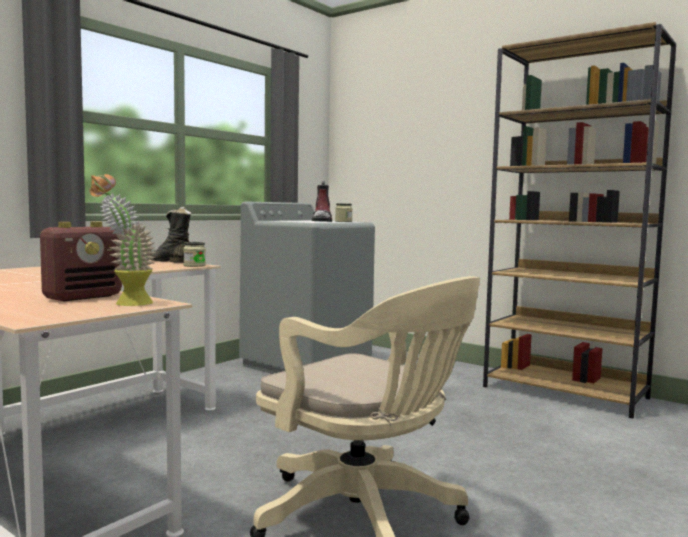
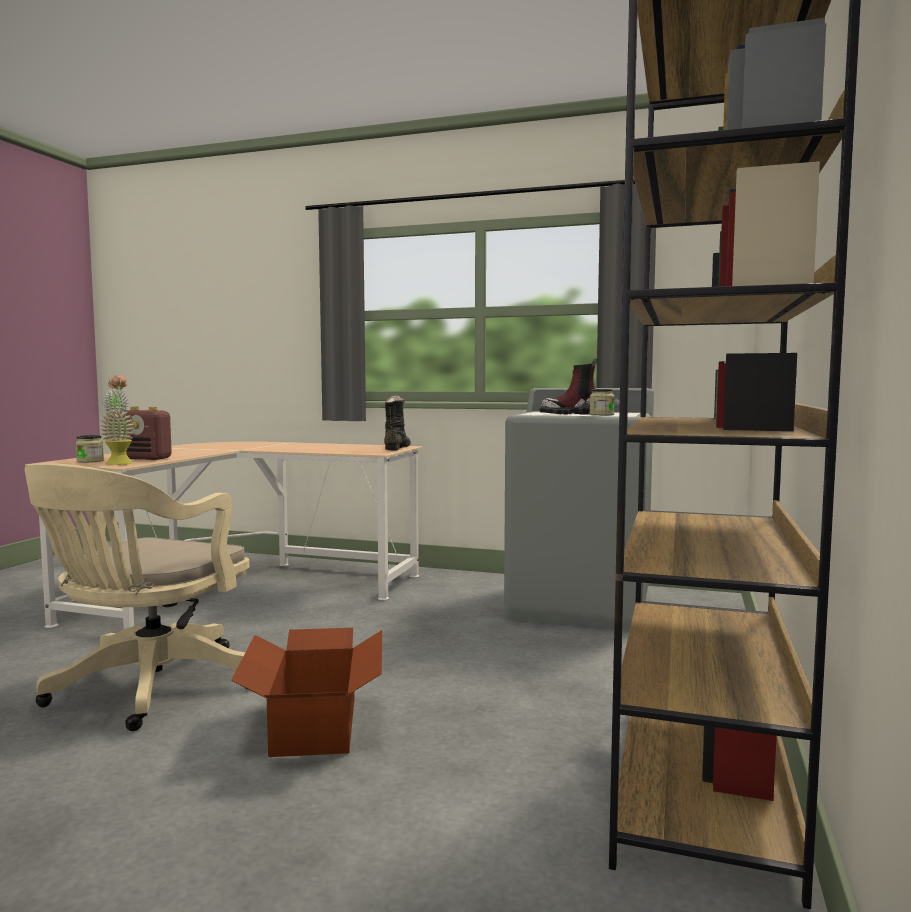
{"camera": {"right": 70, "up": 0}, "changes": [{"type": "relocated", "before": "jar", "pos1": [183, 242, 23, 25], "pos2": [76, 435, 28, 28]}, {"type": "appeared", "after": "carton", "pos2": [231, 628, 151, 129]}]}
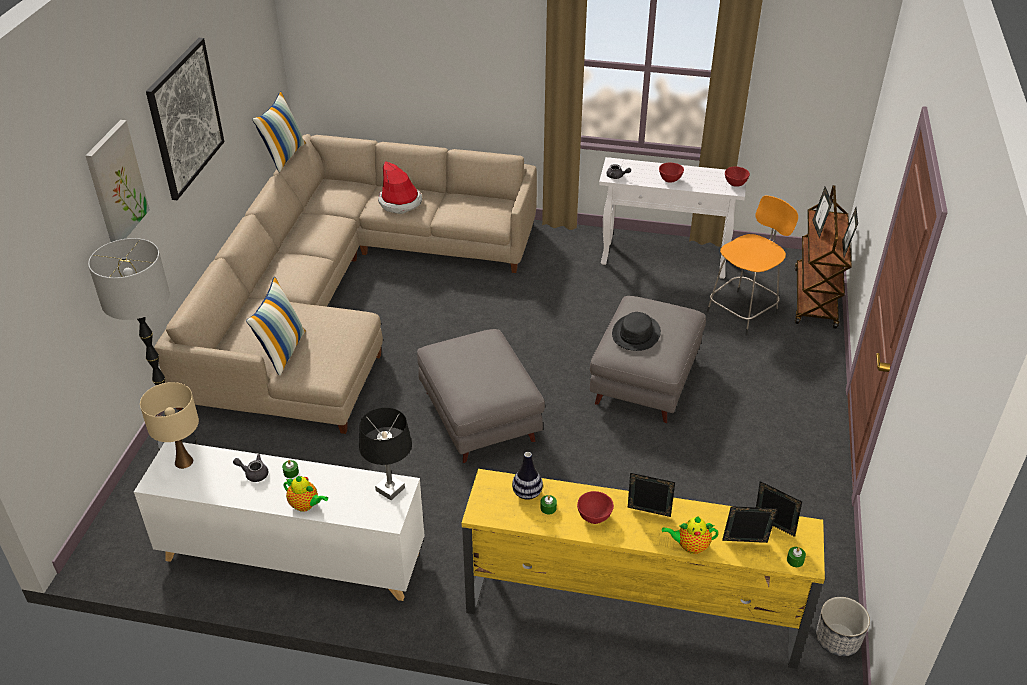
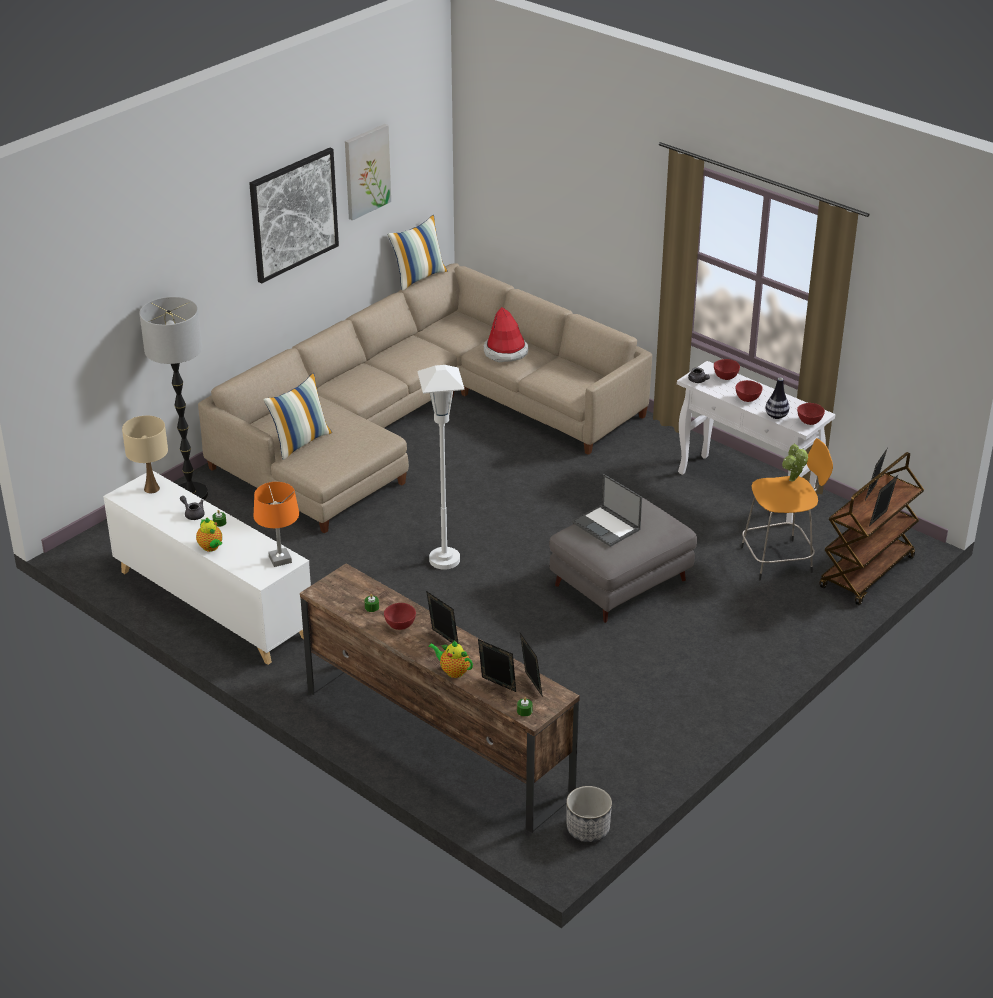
{"camera": {"right": 30, "up": -5}, "changes": [{"type": "colour", "before": "black table lamp", "after": "orange table lamp", "pos1": [359, 407, 53, 93], "pos2": [254, 482, 45, 85]}, {"type": "colour", "before": "yellowish tv stand", "after": "brownish tv stand", "pos1": [462, 469, 363, 200], "pos2": [300, 563, 280, 270]}, {"type": "relocated", "before": "picture", "pos1": [85, 120, 65, 122], "pos2": [345, 124, 46, 97]}, {"type": "exchanged", "before": "grey ottoman", "after": "white-coloured standard lamp", "pos1": [417, 329, 128, 134], "pos2": [417, 365, 48, 205]}, {"type": "exchanged", "before": "black hat", "after": "notebook computer", "pos1": [612, 312, 49, 39], "pos2": [572, 474, 70, 73]}, {"type": "appeared", "after": "reddish bowl", "pos2": [714, 359, 26, 21]}, {"type": "relocated", "before": "flower vase", "pos1": [512, 452, 31, 48], "pos2": [765, 378, 24, 41]}, {"type": "appeared", "after": "potted plant", "pos2": [782, 443, 26, 39]}]}
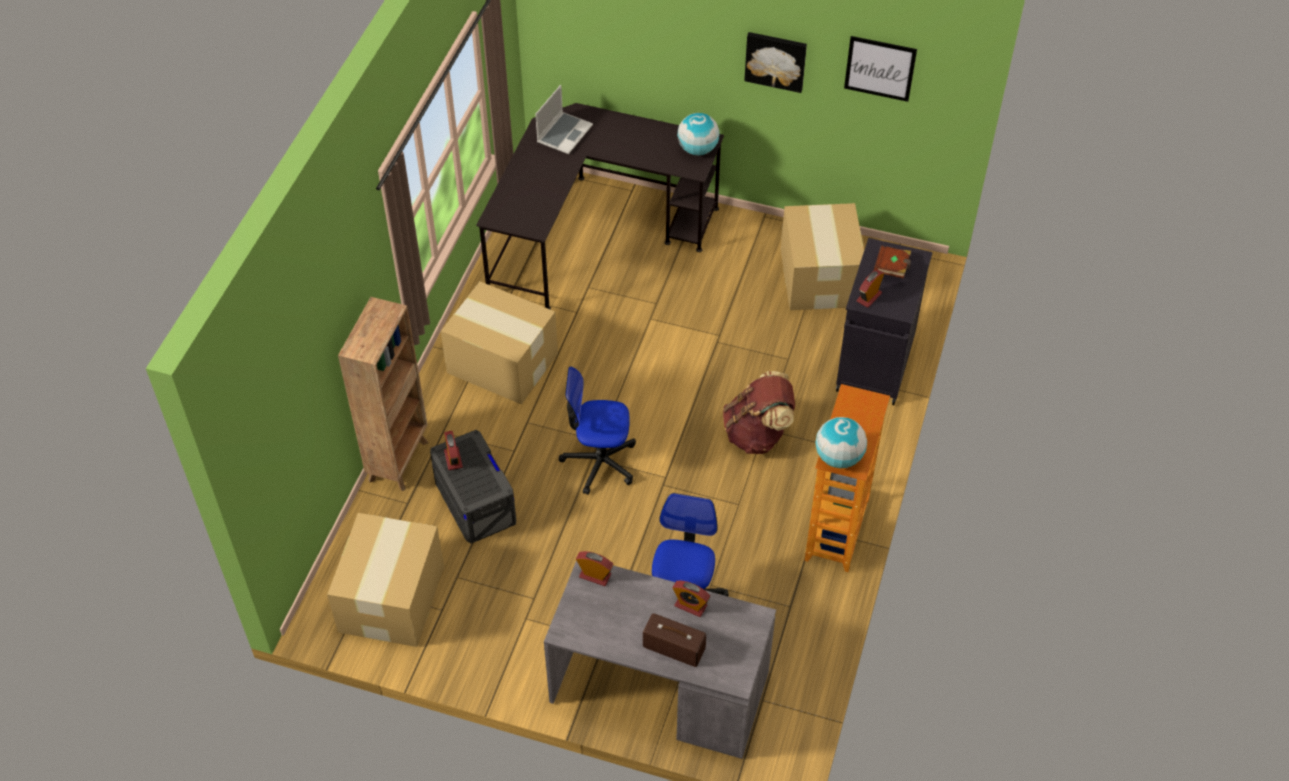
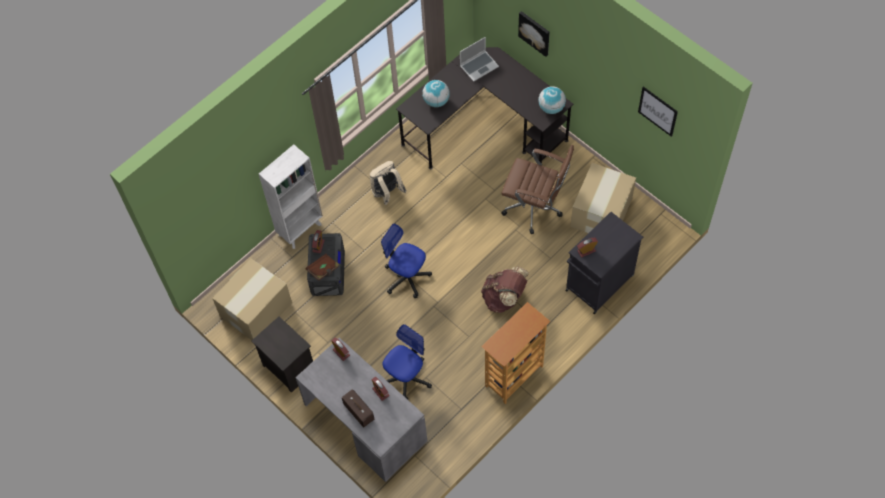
{"camera": {"right": 30, "up": 10}, "changes": [{"type": "appeared", "after": "black night table", "pos2": [251, 317, 62, 76]}, {"type": "colour", "before": "brownish shelving unit", "after": "white-coloured shelving unit", "pos1": [338, 297, 90, 194], "pos2": [259, 144, 64, 105]}, {"type": "relocated", "before": "brownish volume", "pos1": [874, 246, 37, 33], "pos2": [306, 254, 33, 27]}, {"type": "exchanged", "before": "carton", "after": "beige backpack", "pos1": [441, 282, 117, 123], "pos2": [370, 161, 37, 44]}, {"type": "relocated", "before": "globe", "pos1": [815, 417, 52, 51], "pos2": [422, 80, 28, 27]}, {"type": "appeared", "after": "brownish computer chair", "pos2": [501, 145, 73, 89]}, {"type": "relocated", "before": "picture", "pos1": [744, 32, 63, 61], "pos2": [518, 11, 32, 46]}]}
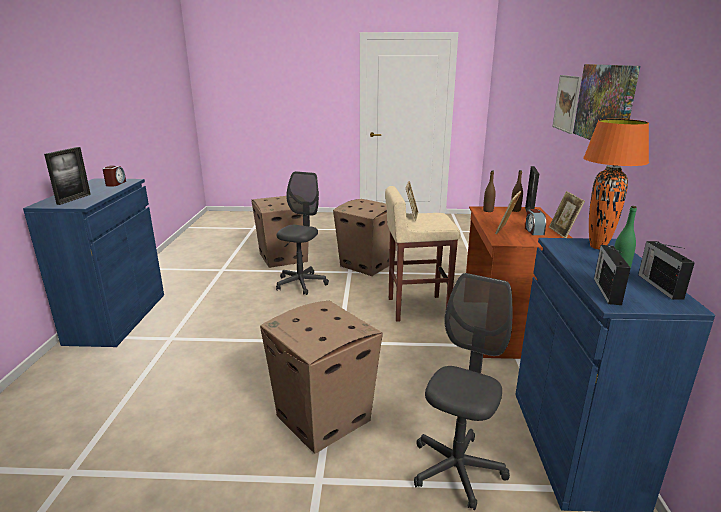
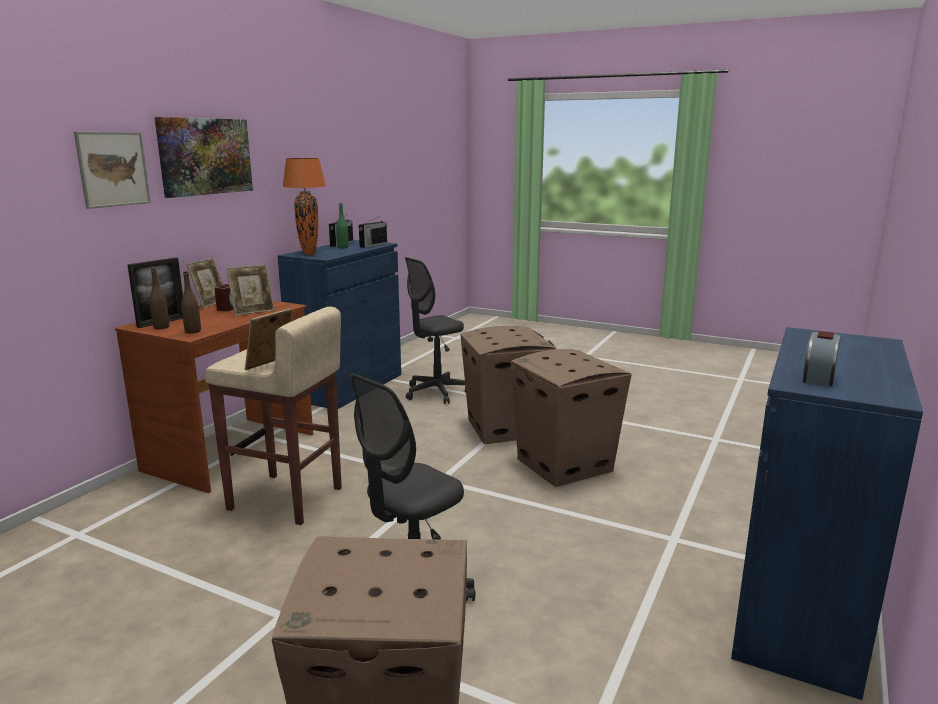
{"camera": {"right": -155, "up": -5}, "changes": [{"type": "relocated", "before": "carton", "pos1": [333, 199, 63, 77], "pos2": [511, 349, 121, 138]}, {"type": "missing", "before": "standing frame", "pos1": [44, 147, 47, 58]}]}
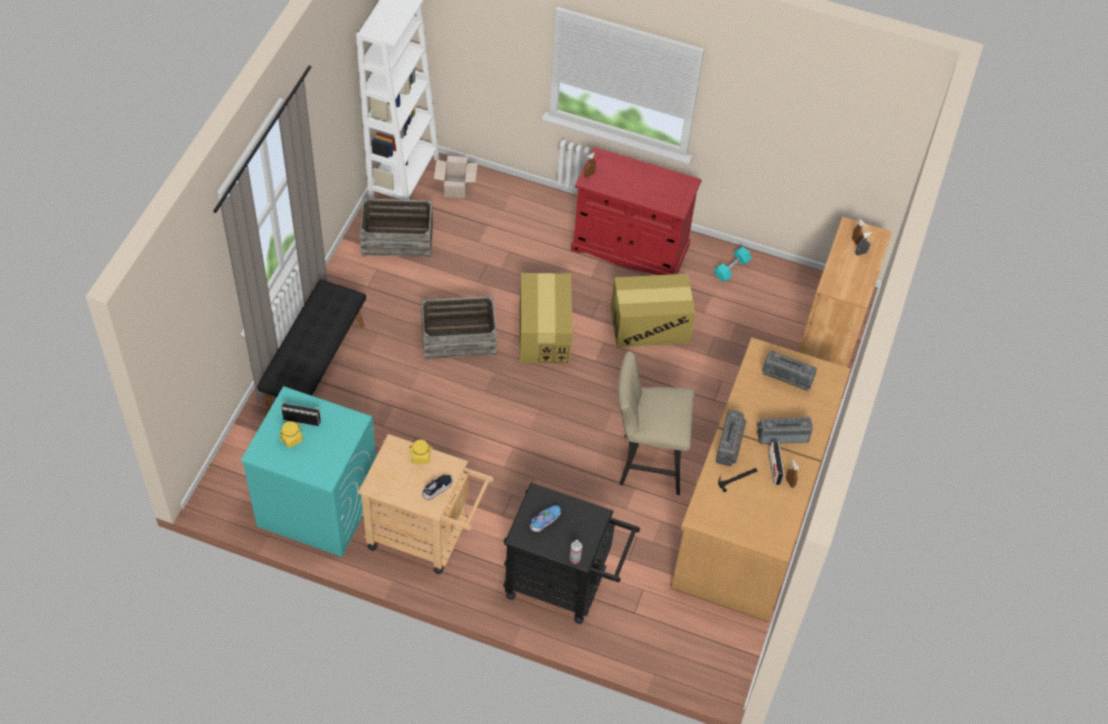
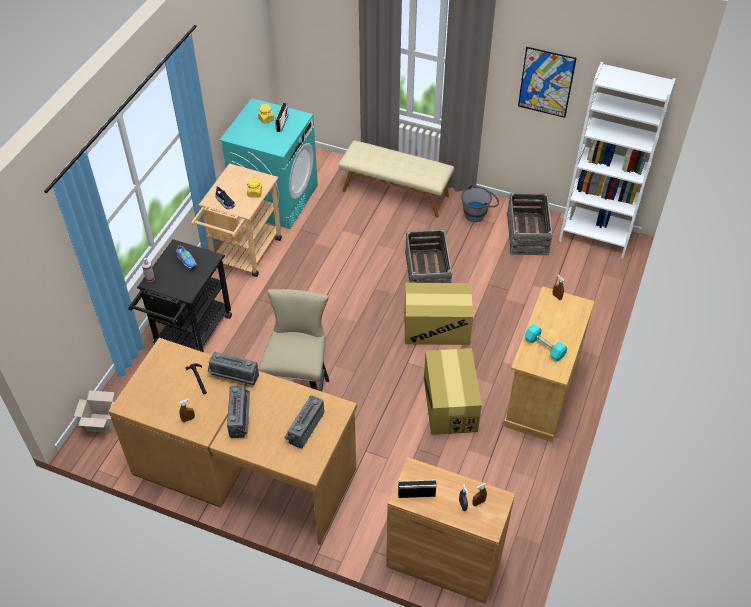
{"camera": {"right": 95, "up": -5}, "changes": [{"type": "relocated", "before": "carton", "pos1": [434, 156, 44, 42], "pos2": [74, 390, 41, 43]}, {"type": "colour", "before": "black indoor bench", "after": "beige indoor bench", "pos1": [257, 280, 109, 134], "pos2": [338, 140, 116, 78]}, {"type": "relocated", "before": "radio set", "pos1": [769, 442, 15, 43], "pos2": [398, 479, 39, 19]}, {"type": "appeared", "after": "grey pail", "pos2": [461, 185, 38, 37]}, {"type": "colour", "before": "reddish cupboard", "after": "beige cupboard", "pos1": [571, 147, 131, 128], "pos2": [503, 286, 92, 156]}, {"type": "appeared", "after": "picture", "pos2": [518, 47, 59, 71]}, {"type": "relocated", "before": "blue-green hand weight", "pos1": [714, 246, 38, 36], "pos2": [525, 324, 42, 37]}]}
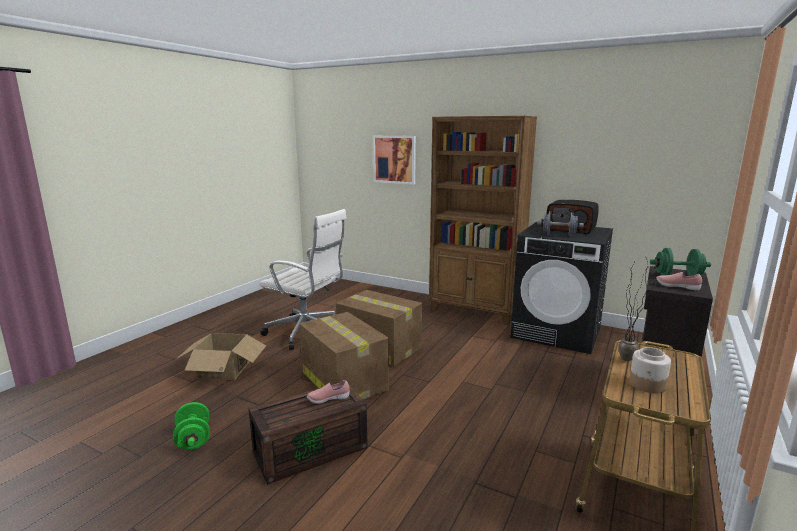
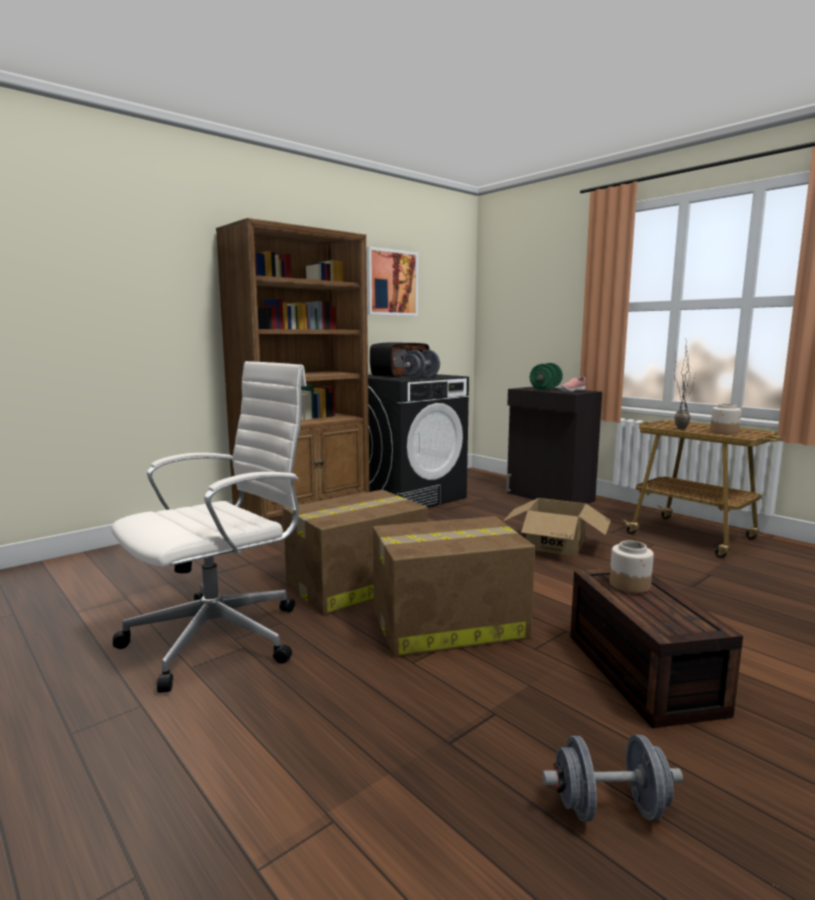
{"camera": {"right": -70, "up": -5}, "changes": [{"type": "relocated", "before": "picture", "pos1": [373, 136, 43, 49], "pos2": [366, 246, 52, 70]}, {"type": "relocated", "before": "carton", "pos1": [175, 333, 91, 47], "pos2": [503, 498, 108, 58]}, {"type": "colour", "before": "greenish hand weight", "after": "grey hand weight", "pos1": [173, 402, 37, 48], "pos2": [542, 735, 141, 86]}, {"type": "exchanged", "before": "pinkish item of footwear", "after": "jar", "pos1": [307, 380, 43, 24], "pos2": [610, 541, 44, 52]}]}
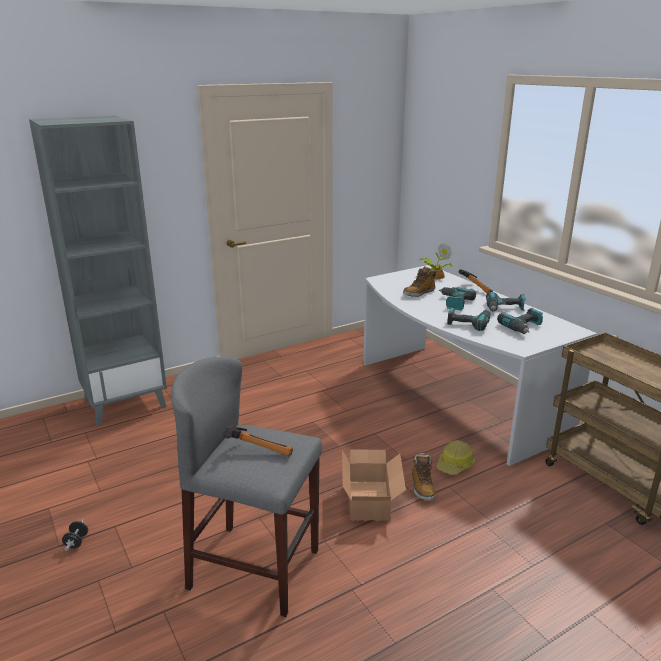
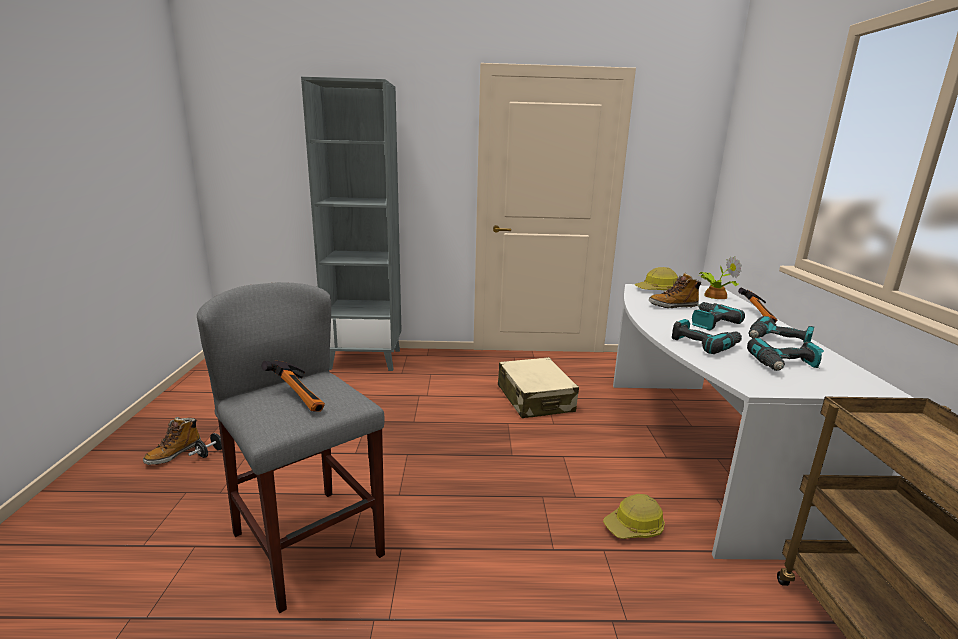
{"camera": {"right": 30, "up": -5}, "changes": [{"type": "relocated", "before": "high-top boot", "pos1": [412, 453, 24, 47], "pos2": [143, 417, 58, 48]}, {"type": "appeared", "after": "beige piece of luggage", "pos2": [498, 357, 81, 61]}, {"type": "appeared", "after": "safety helmet", "pos2": [635, 267, 43, 23]}, {"type": "missing", "before": "carton", "pos1": [342, 450, 64, 70]}]}
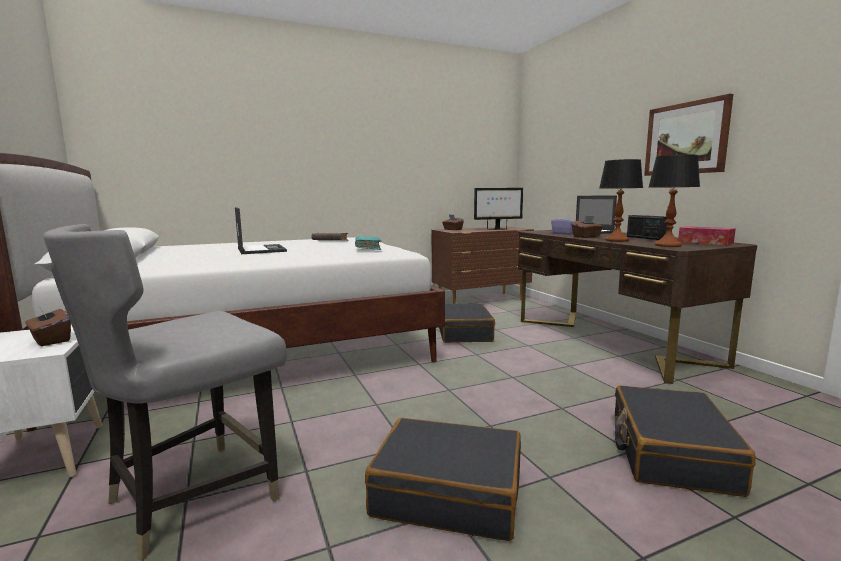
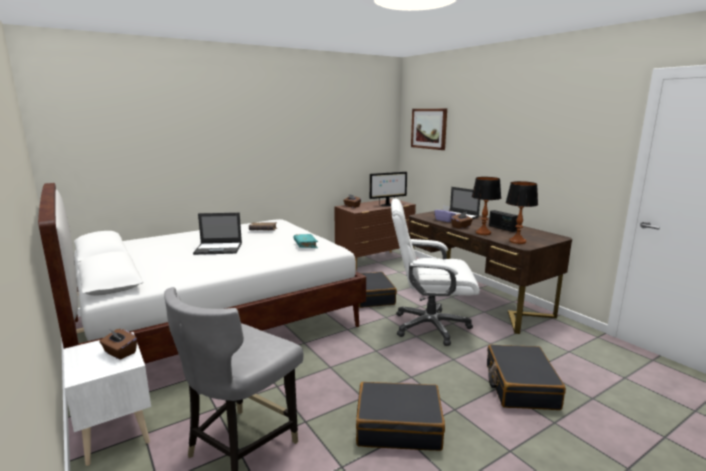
{"camera": {"right": -10, "up": 5}, "changes": [{"type": "spun", "before": "notebook computer", "pos1": [235, 207, 52, 47], "pos2": [193, 213, 49, 42], "turn": 120}, {"type": "appeared", "after": "white-coloured computer chair", "pos2": [391, 198, 89, 148]}, {"type": "relocated", "before": "picture", "pos1": [644, 94, 89, 82], "pos2": [411, 109, 36, 41]}, {"type": "missing", "before": "tissue holder", "pos1": [678, 226, 58, 19]}]}
